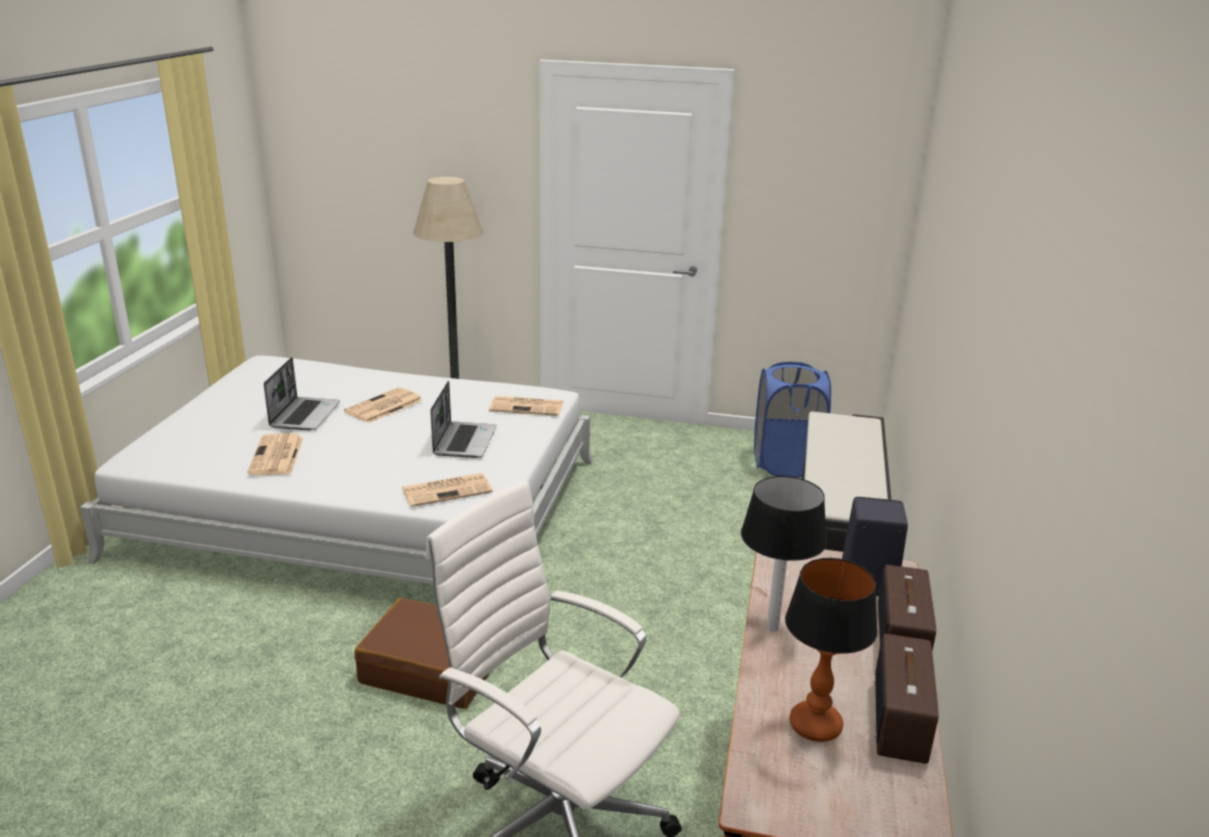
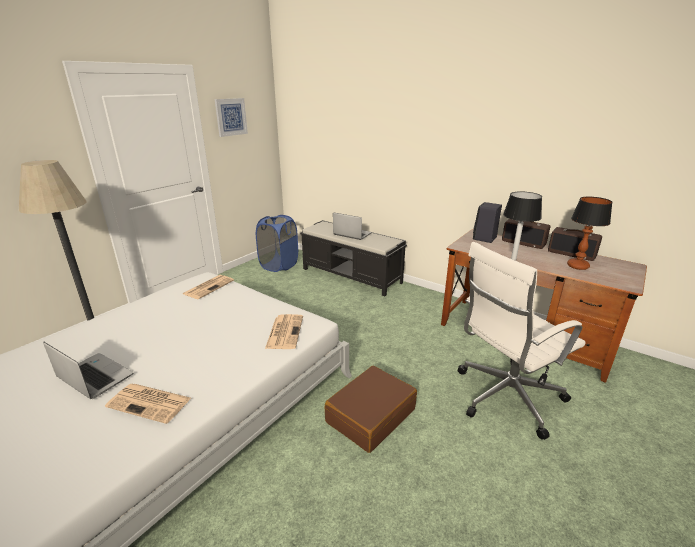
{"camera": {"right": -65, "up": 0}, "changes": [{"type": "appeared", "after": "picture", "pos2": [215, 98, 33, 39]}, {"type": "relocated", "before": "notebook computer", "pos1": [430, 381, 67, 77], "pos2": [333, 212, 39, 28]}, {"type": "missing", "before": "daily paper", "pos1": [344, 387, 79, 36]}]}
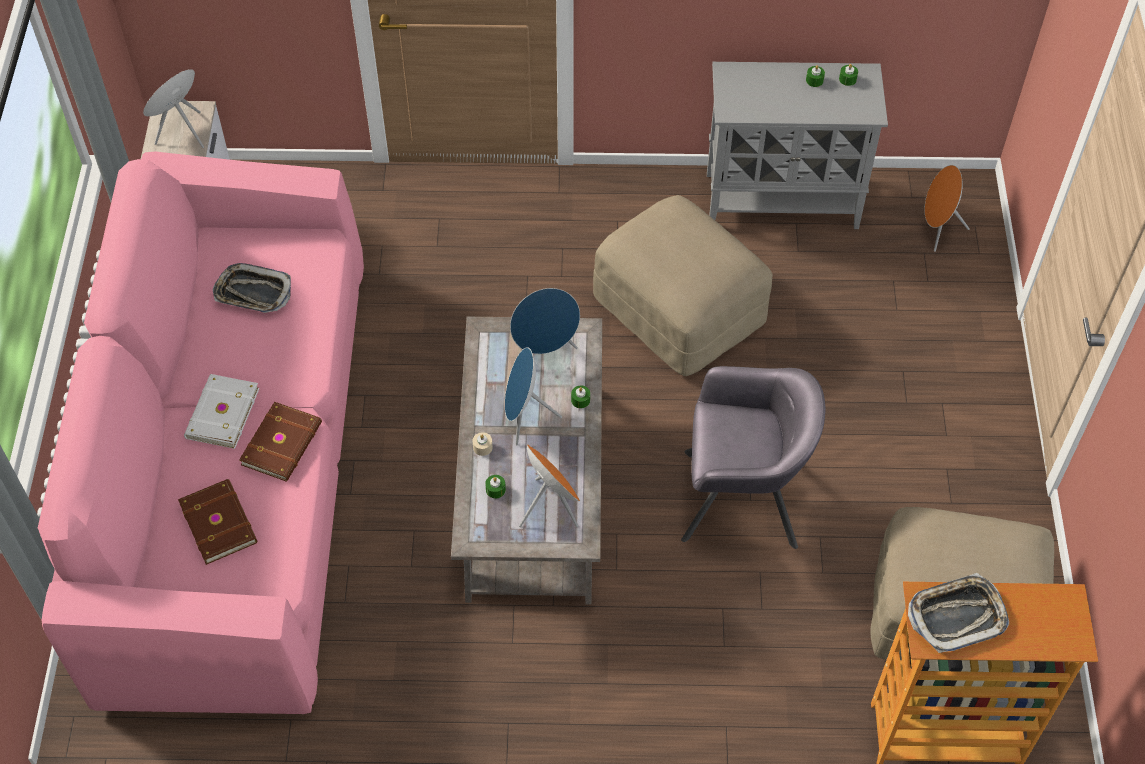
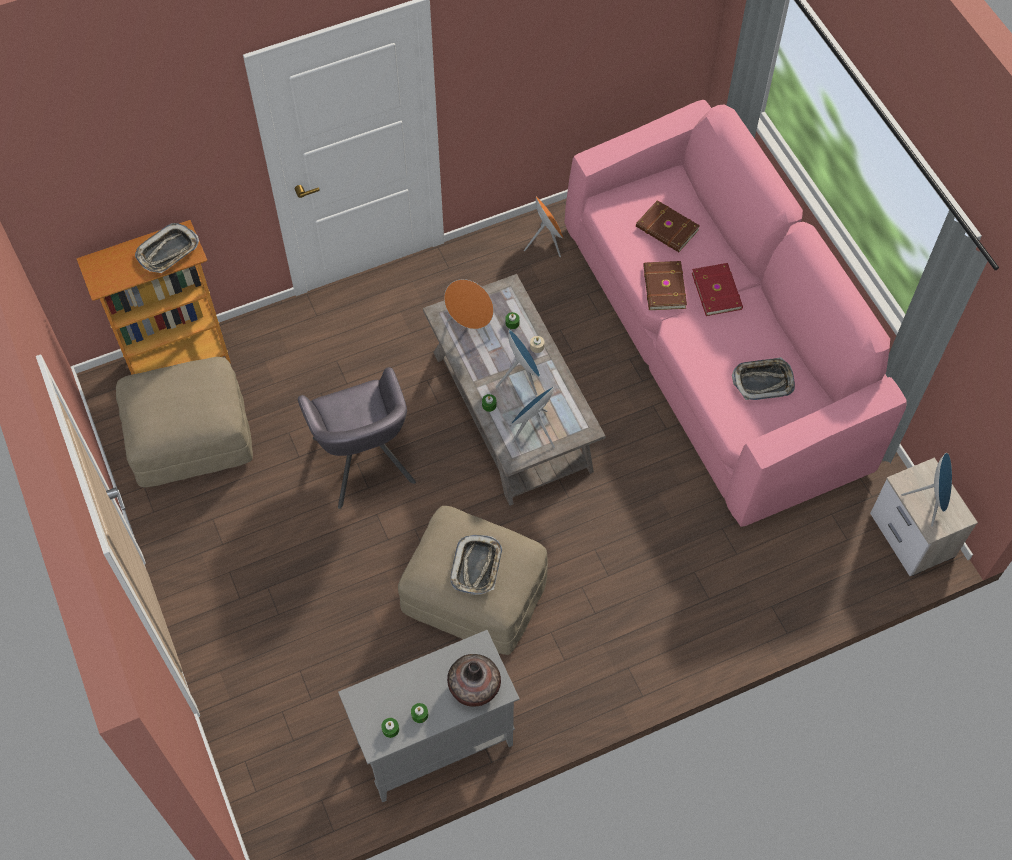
{"camera": {"right": 155, "up": 5}, "changes": [{"type": "spun", "before": "grey lounge chair", "pos1": [681, 366, 145, 183], "pos2": [298, 367, 118, 142], "turn": -90}, {"type": "appeared", "after": "flower vase", "pos2": [447, 654, 54, 53]}, {"type": "appeared", "after": "tray", "pos2": [450, 535, 52, 60]}, {"type": "relocated", "before": "orange loudspeaker", "pos1": [925, 165, 45, 87], "pos2": [524, 197, 40, 60]}, {"type": "colour", "before": "white-coloured volume", "after": "reddish volume", "pos1": [184, 374, 76, 75], "pos2": [692, 263, 51, 53]}]}
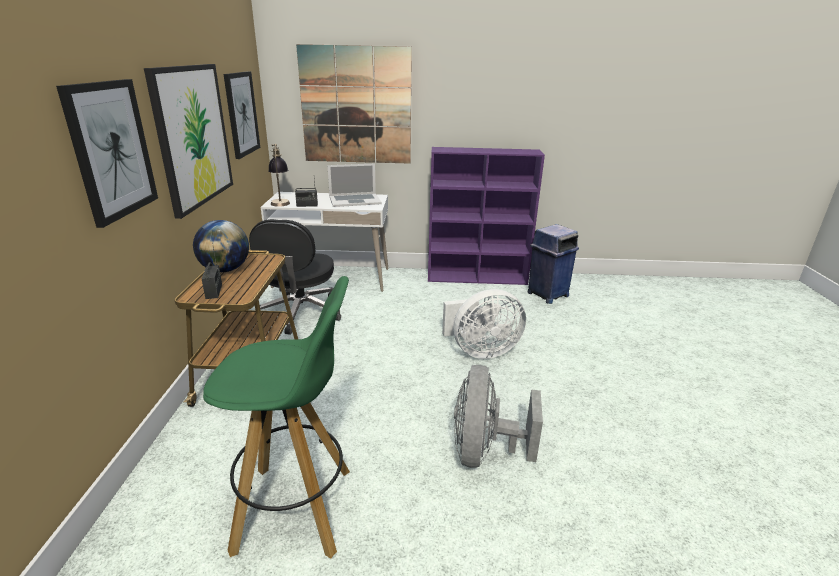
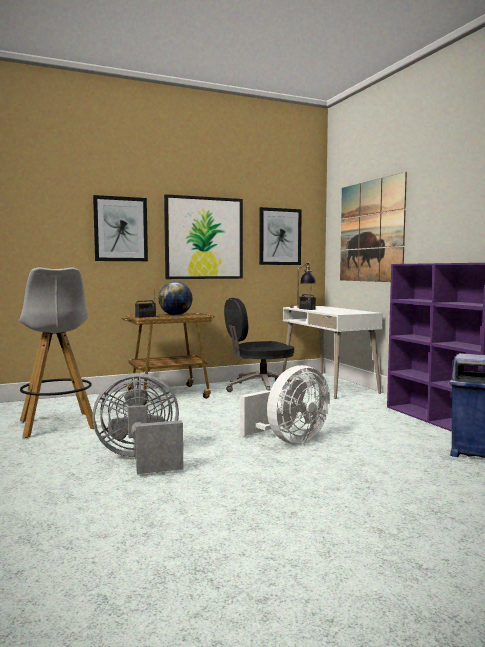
{"camera": {"right": 65, "up": -20}, "changes": [{"type": "colour", "before": "greenish stool seat", "after": "white-coloured stool seat", "pos1": [203, 276, 147, 282], "pos2": [19, 268, 79, 170]}, {"type": "spun", "before": "white-coloured fan", "pos1": [442, 289, 84, 70], "pos2": [240, 365, 90, 79], "turn": -90}, {"type": "missing", "before": "notebook computer", "pos1": [327, 164, 55, 43]}]}
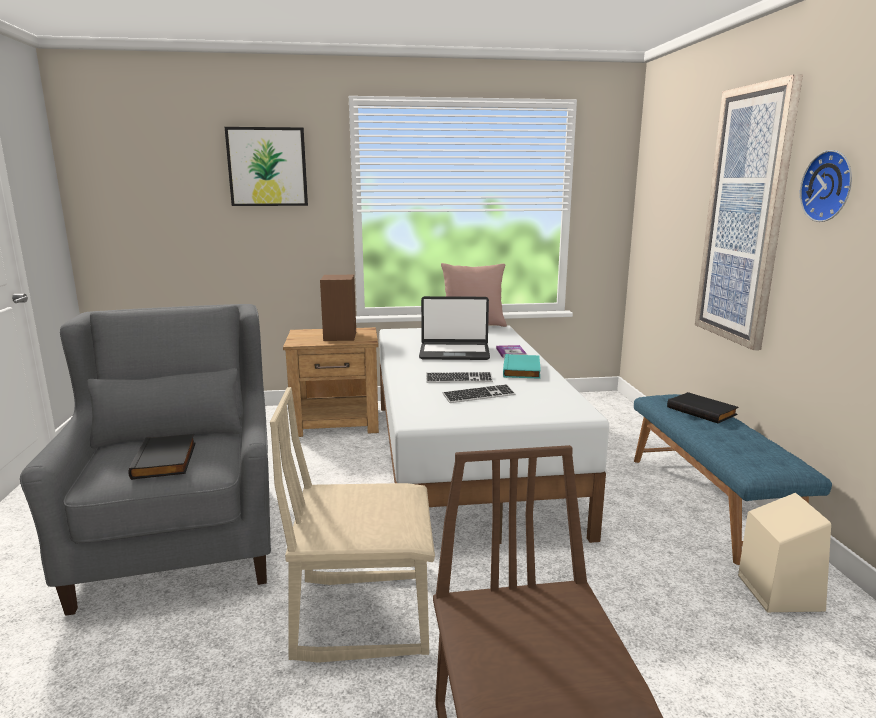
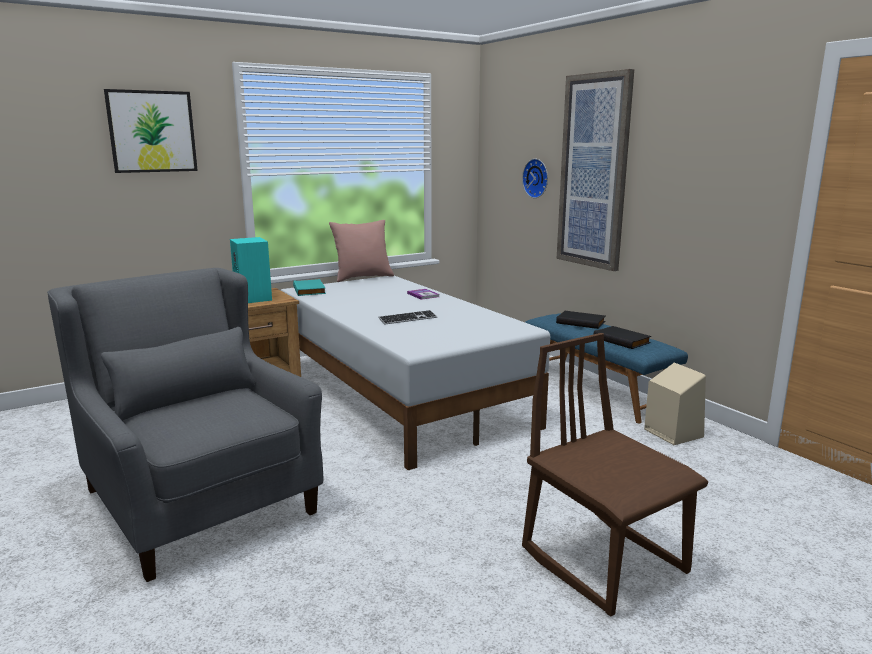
{"camera": {"right": -25, "up": 0}, "changes": [{"type": "colour", "before": "brownish loudspeaker", "after": "blue-green loudspeaker", "pos1": [320, 275, 36, 66], "pos2": [230, 237, 42, 66]}, {"type": "relocated", "before": "blue-green volume", "pos1": [503, 354, 38, 25], "pos2": [293, 279, 33, 17]}, {"type": "relocated", "before": "clock on the wall", "pos1": [800, 150, 52, 72], "pos2": [522, 159, 26, 39]}, {"type": "relocated", "before": "black volume", "pos1": [128, 434, 68, 46], "pos2": [594, 326, 57, 23]}, {"type": "missing", "before": "beige plain chair", "pos1": [270, 387, 165, 276]}, {"type": "missing", "before": "notebook computer", "pos1": [419, 296, 71, 64]}, {"type": "missing", "before": "PC keyboard", "pos1": [442, 384, 74, 19]}]}
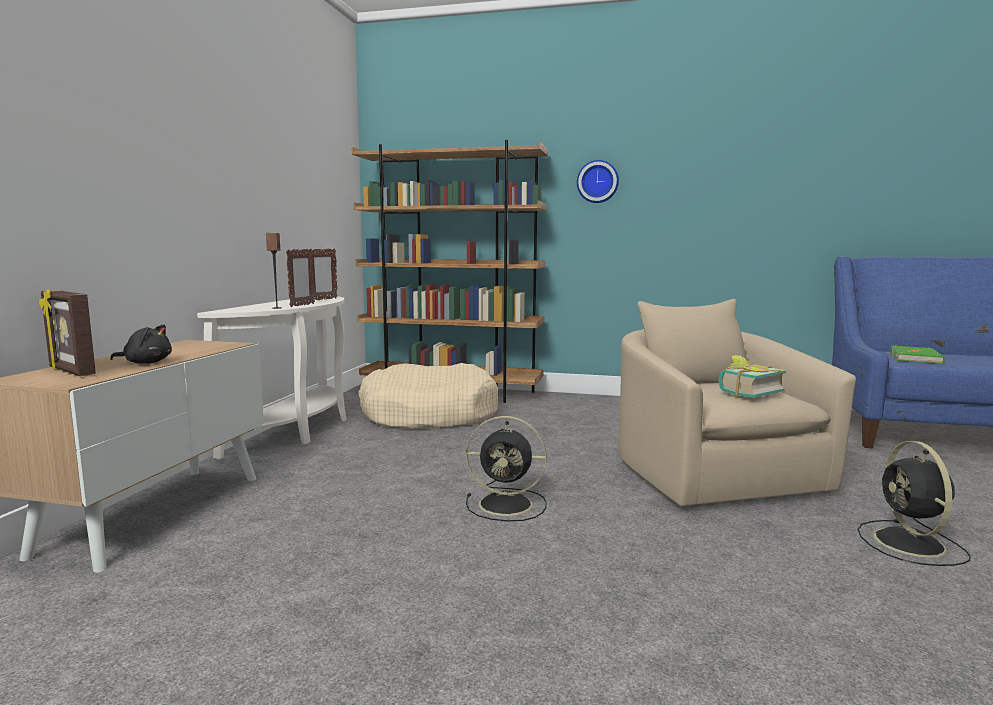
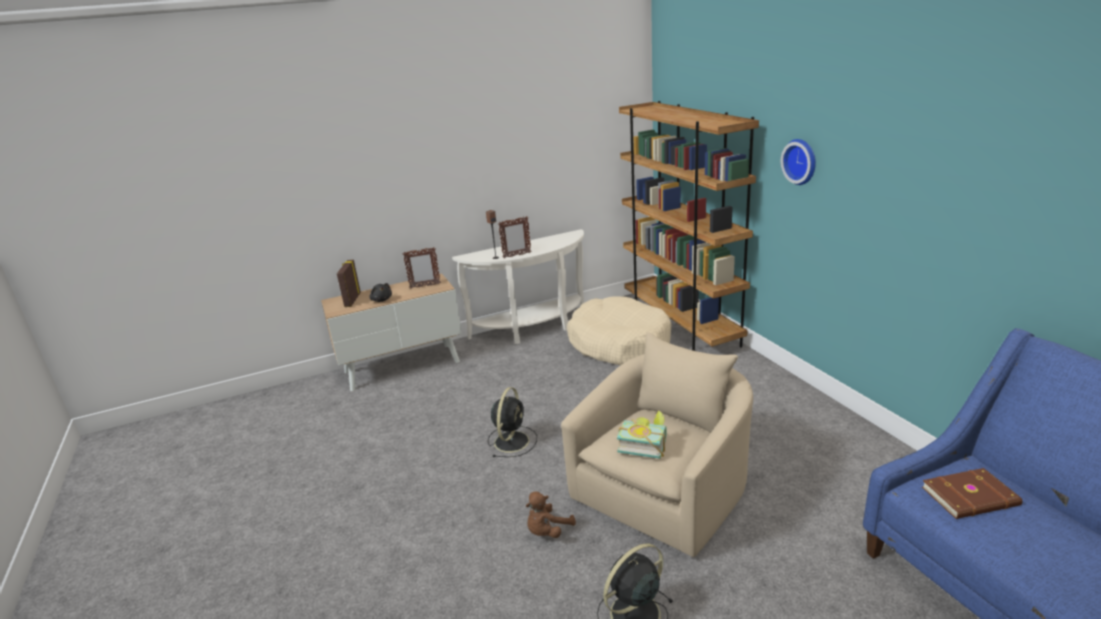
{"camera": {"right": 55, "up": 15}, "changes": [{"type": "relocated", "before": "standing frame", "pos1": [309, 248, 29, 52], "pos2": [403, 247, 38, 41]}, {"type": "spun", "before": "black fan", "pos1": [466, 416, 81, 105], "pos2": [488, 387, 49, 70], "turn": -135}, {"type": "appeared", "after": "brownish cuddly toy", "pos2": [526, 491, 50, 47]}, {"type": "colour", "before": "greenish volume", "after": "brownish volume", "pos1": [890, 345, 55, 19], "pos2": [922, 468, 100, 51]}]}
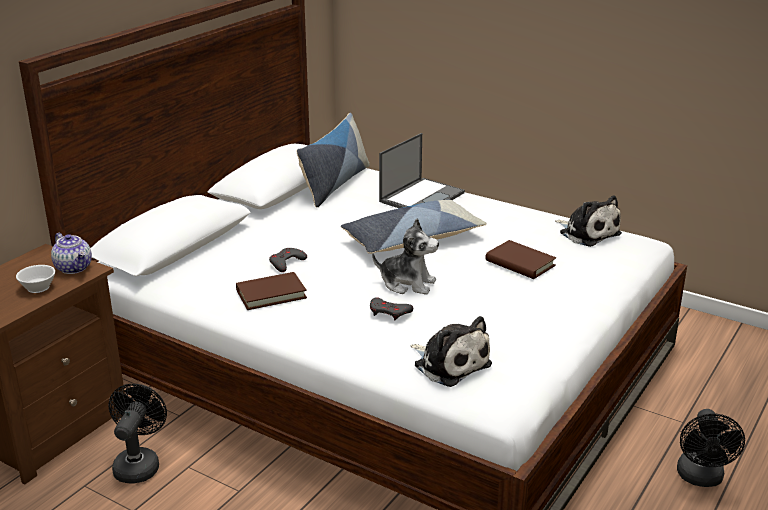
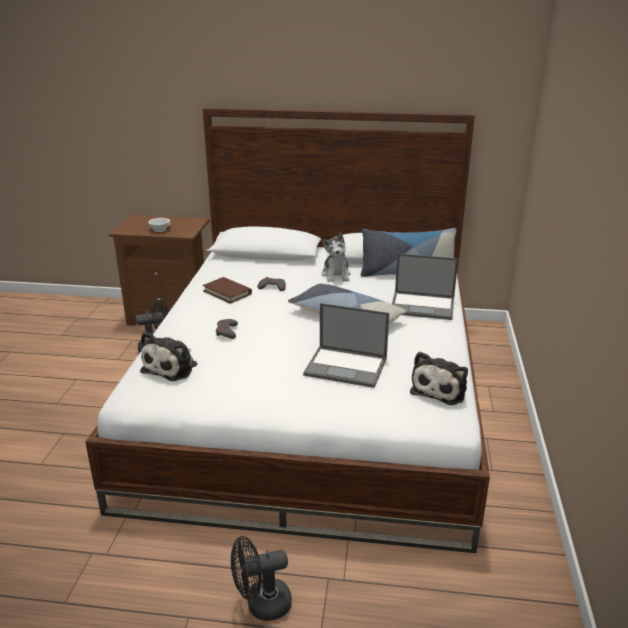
{"camera": {"right": 65, "up": 0}, "changes": [{"type": "exchanged", "before": "brownish volume", "after": "notebook computer", "pos1": [485, 240, 71, 39], "pos2": [303, 303, 86, 85]}, {"type": "relocated", "before": "cuddly toy", "pos1": [372, 218, 67, 77], "pos2": [321, 232, 30, 50]}, {"type": "missing", "before": "tea pot", "pos1": [51, 233, 41, 41]}]}
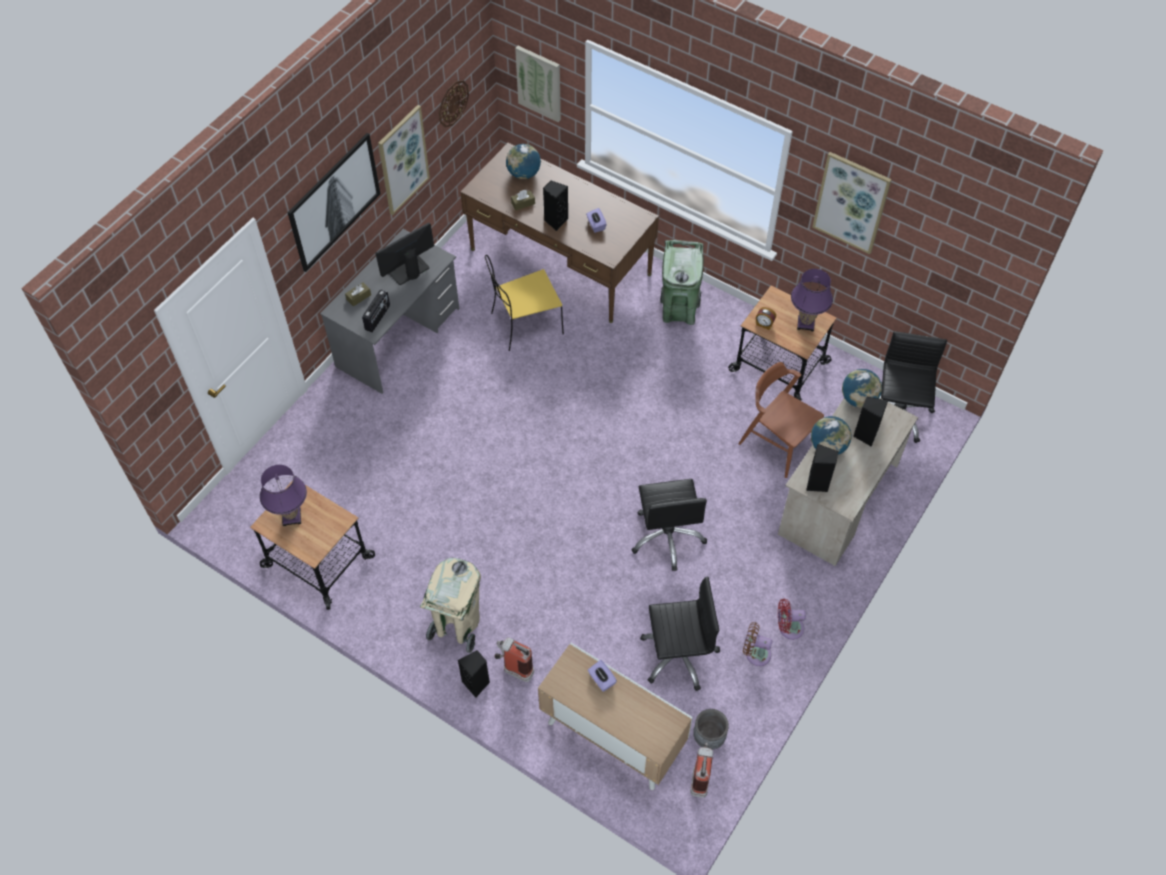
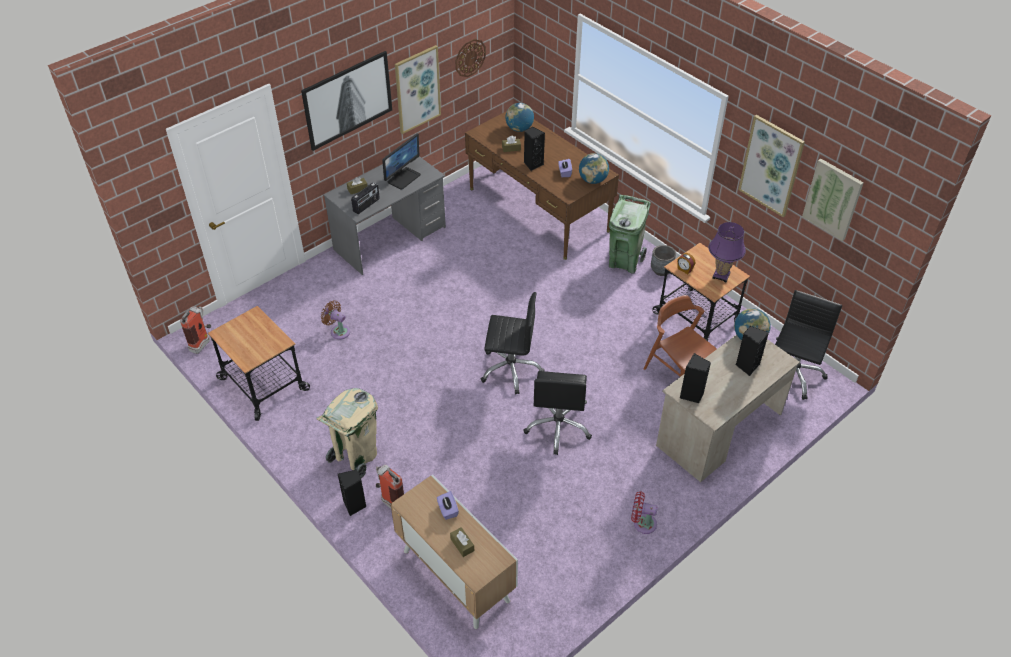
{"camera": {"right": 15, "up": -10}, "changes": [{"type": "relocated", "before": "extinguisher", "pos1": [690, 742, 23, 56], "pos2": [180, 306, 31, 48]}, {"type": "relocated", "before": "brownish fan", "pos1": [743, 622, 30, 44], "pos2": [321, 300, 29, 39]}, {"type": "spun", "before": "computer screen", "pos1": [375, 222, 59, 63], "pos2": [382, 133, 39, 57], "turn": 150}, {"type": "appeared", "after": "brownish tissue holder", "pos2": [450, 527, 24, 30]}, {"type": "relocated", "before": "black computer chair", "pos1": [640, 576, 80, 115], "pos2": [480, 292, 65, 103]}, {"type": "relocated", "before": "globe", "pos1": [811, 416, 40, 39], "pos2": [579, 153, 30, 31]}, {"type": "relocated", "before": "grey planter", "pos1": [693, 709, 36, 40], "pos2": [651, 245, 25, 31]}, {"type": "relocated", "before": "picture", "pos1": [515, 46, 46, 76], "pos2": [802, 159, 62, 82]}, {"type": "missing", "before": "purplish table lamp", "pos1": [260, 465, 47, 61]}, {"type": "missing", "before": "yellowish plain chair", "pos1": [485, 255, 79, 96]}]}
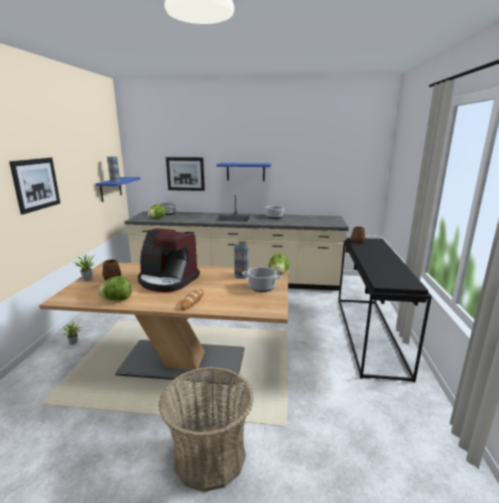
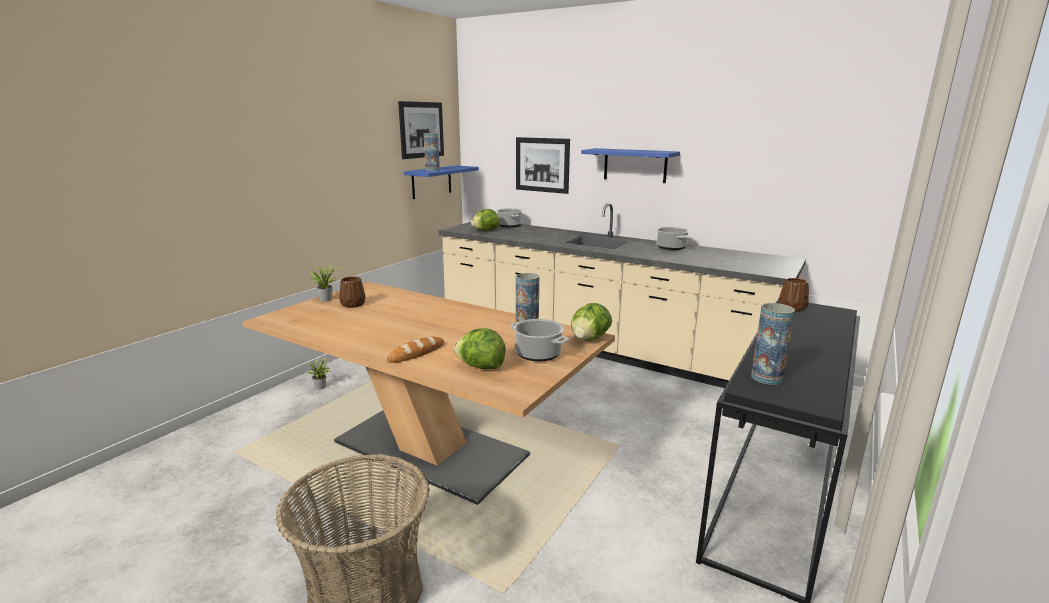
{"camera": {"right": 25, "up": 0}, "changes": [{"type": "relocated", "before": "picture", "pos1": [9, 158, 51, 57], "pos2": [398, 101, 46, 58]}, {"type": "relocated", "before": "lettuce head", "pos1": [98, 276, 33, 25], "pos2": [454, 328, 52, 41]}, {"type": "appeared", "after": "flower vase", "pos2": [751, 303, 44, 82]}, {"type": "missing", "before": "coffee machine", "pos1": [138, 228, 62, 64]}]}
